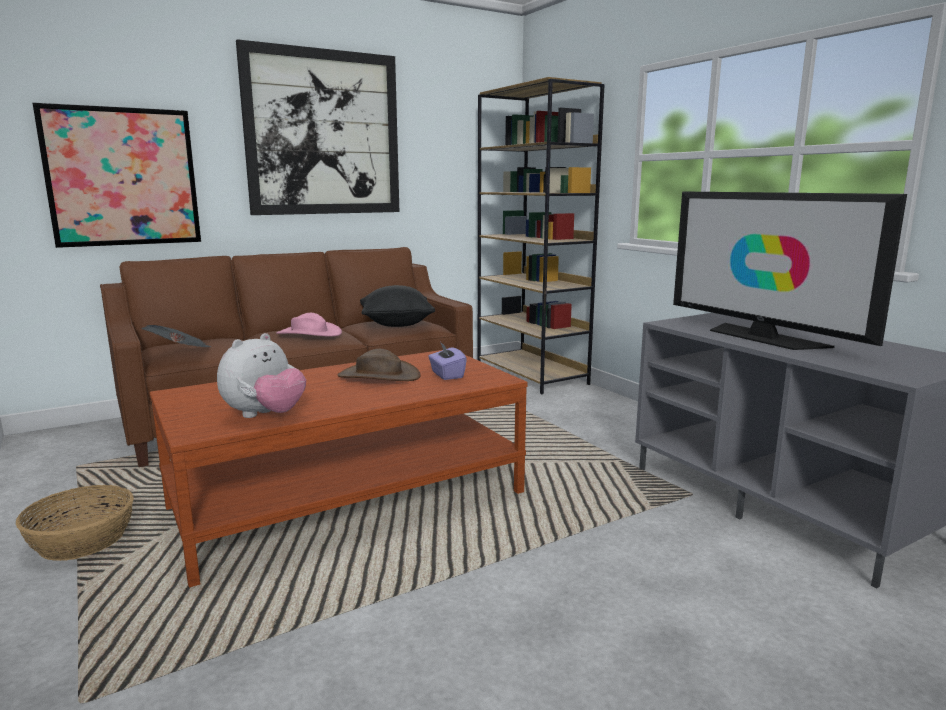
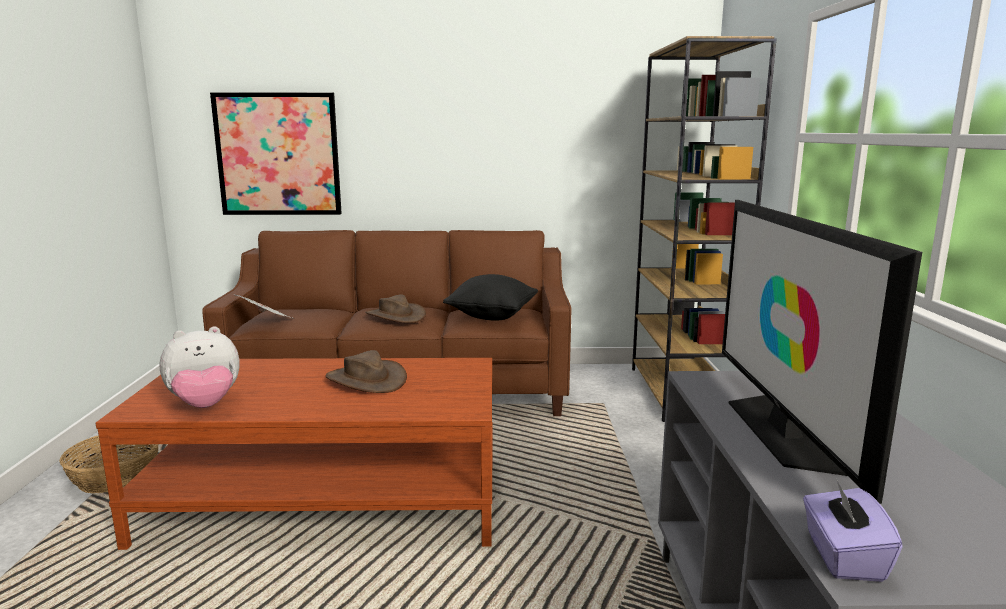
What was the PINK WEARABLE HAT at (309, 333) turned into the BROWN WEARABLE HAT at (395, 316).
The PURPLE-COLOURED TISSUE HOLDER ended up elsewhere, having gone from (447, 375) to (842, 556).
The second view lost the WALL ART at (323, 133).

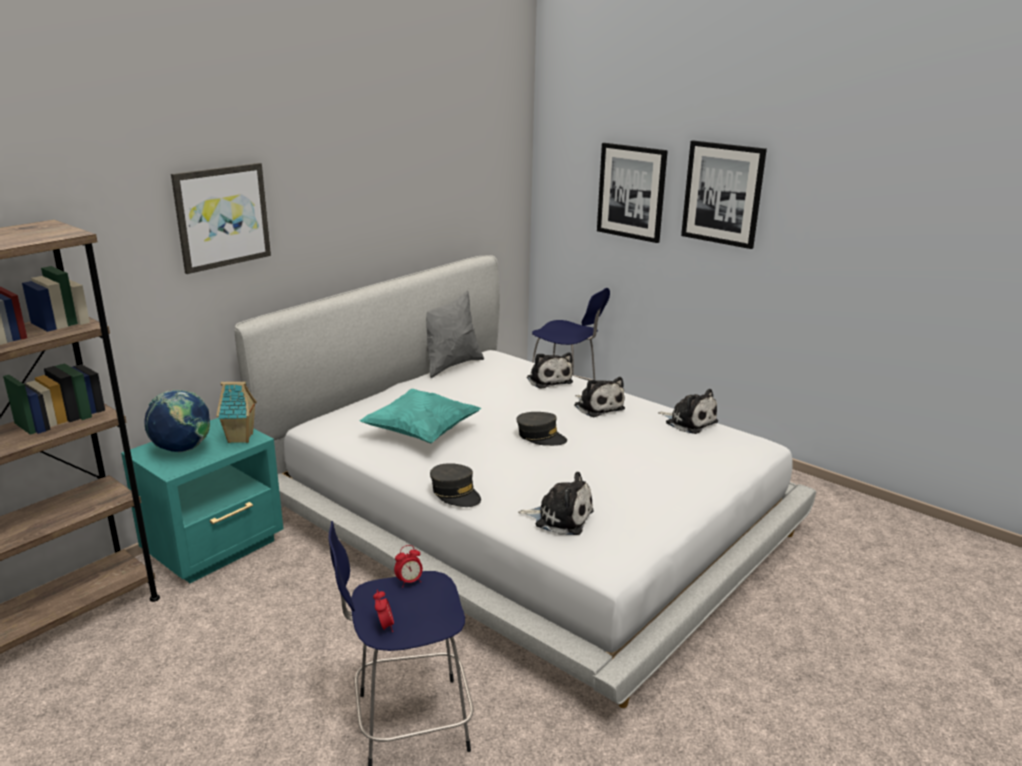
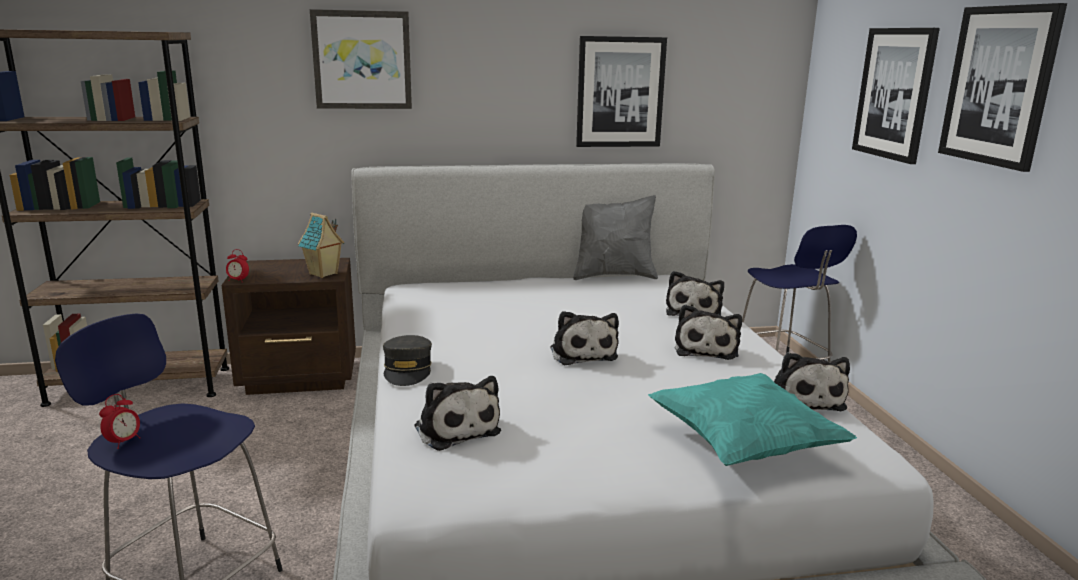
What was the TURQUOISE NIGHT TABLE at (216, 548) turned into the BROWN NIGHT TABLE at (301, 378).
The BEDSIDE CLOCK ended up elsewhere, having gone from (409, 581) to (238, 280).
Where the GRAY CAP stood at (540, 436), the CUDDLY TOY came to stand at (582, 353).
The second view gained the WALL ART at (620, 92).
The TURQUOISE CUSHION ended up elsewhere, having gone from (421, 433) to (743, 446).
The second view lost the GLOBE at (182, 449).

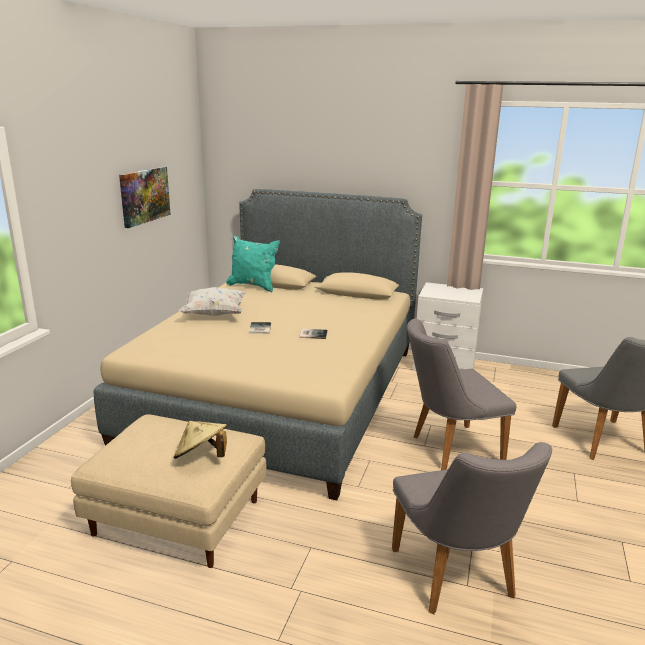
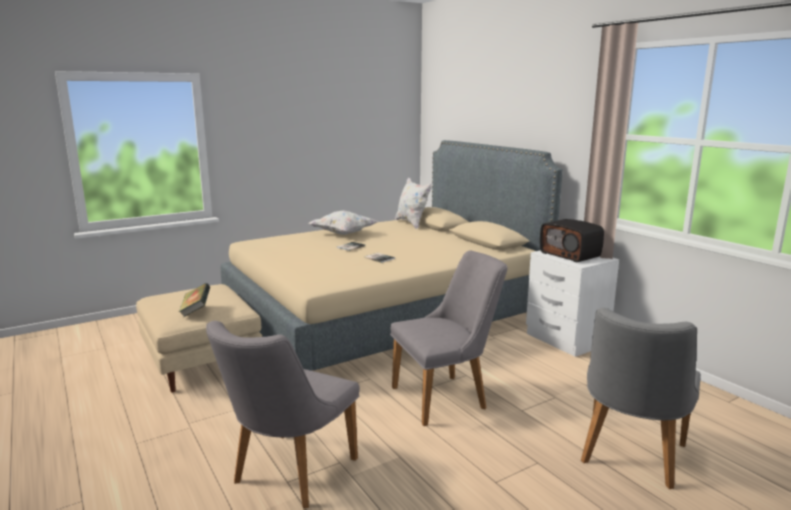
Where the BEIGE-COLOURED WEARABLE HAT stood at (202, 457), the VOLUME came to stand at (196, 310).
The GRAY PLAIN CHAIR at (448, 449) ended up facing another way, 135 degrees clockwise from before.
What was the TURQUOISE CUSHION at (253, 286) turned into the WHITE-COLOURED CUSHION at (412, 223).
The second view gained the RADIO at (570, 254).
The second view lost the WALL ART at (144, 195).

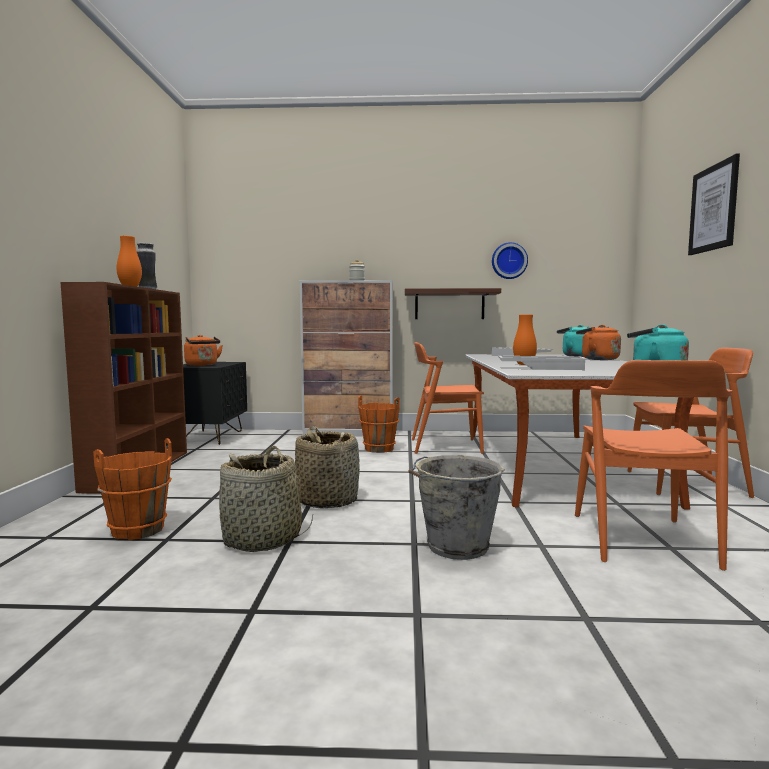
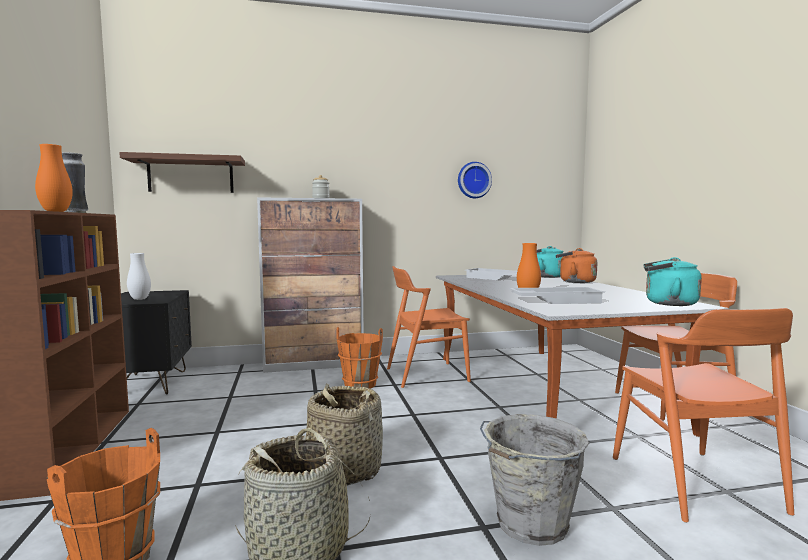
The BRACKET SHELF ended up elsewhere, having gone from (449, 304) to (191, 175).
Where the ORANGE-COLOURED TEA KETTLE stood at (202, 365), the WHITE-COLOURED FLOWER VASE came to stand at (140, 299).
The second view lost the WALL ART at (713, 208).

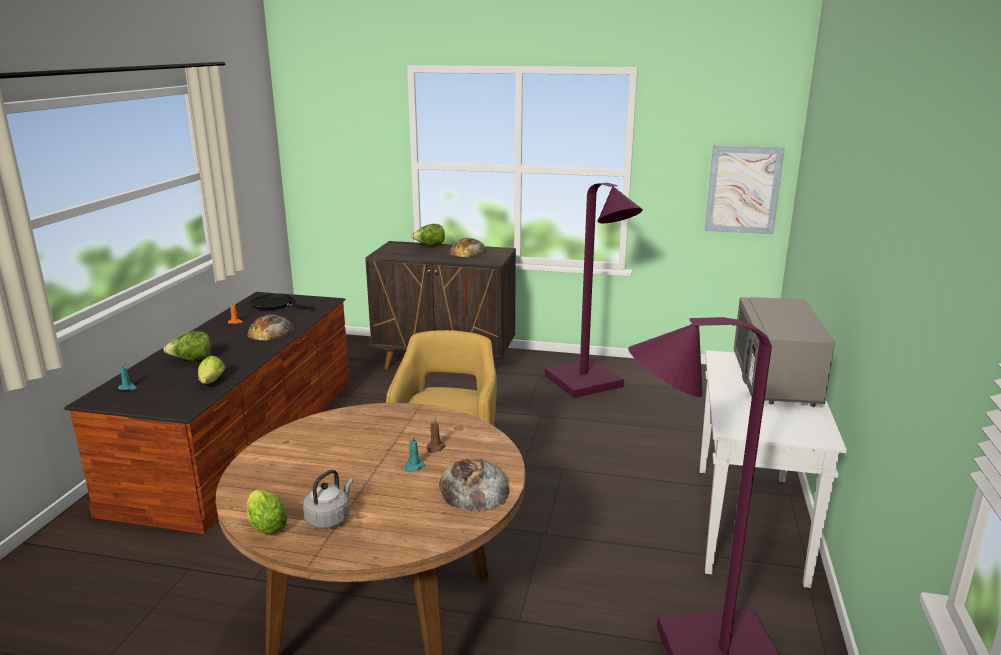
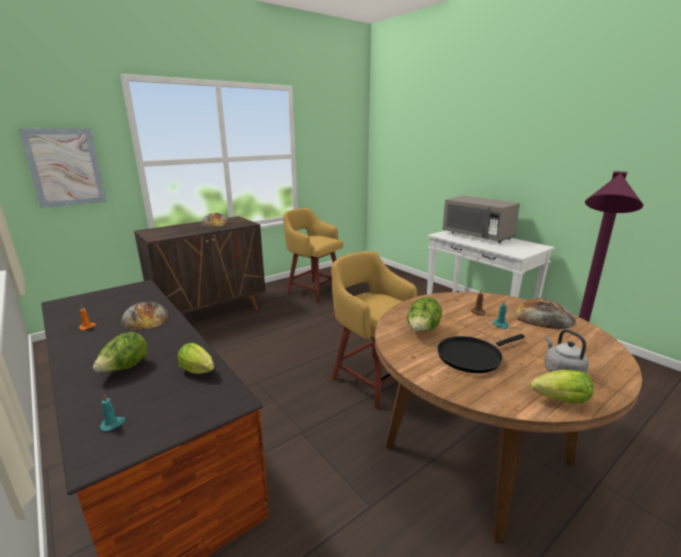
The WALL ART ended up elsewhere, having gone from (743, 190) to (65, 167).
Where the PURPLE-COLOURED FLOOR LAMP stood at (589, 385), the YELLOW-COLOURED STOOL came to stand at (314, 291).
The HEAD OF LETTUCE ended up elsewhere, having gone from (430, 246) to (422, 331).
The BLACK-COLOURED SKILLET ended up elsewhere, having gone from (275, 305) to (472, 356).

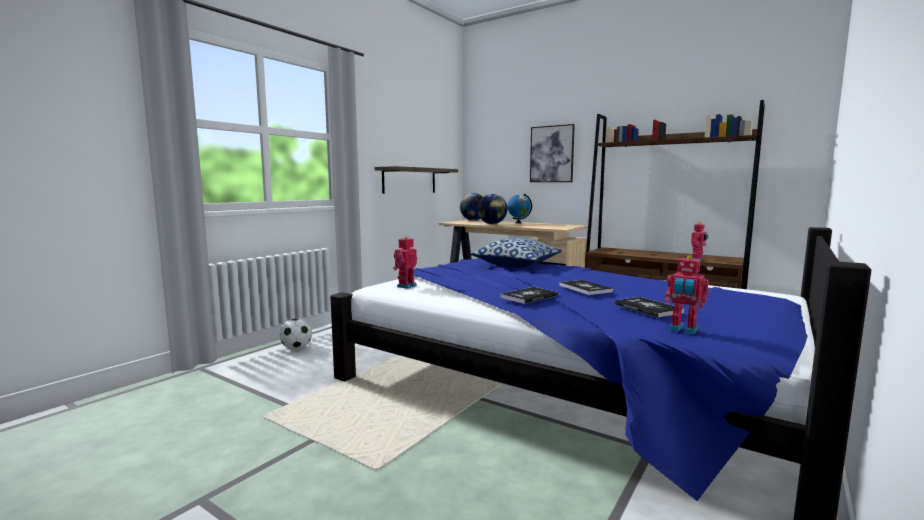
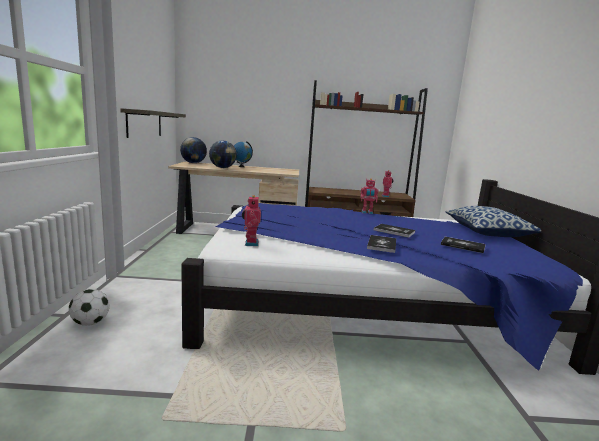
The MODEL ROBOT ended up elsewhere, having gone from (683, 330) to (367, 212).
The CUSHION ended up elsewhere, having gone from (516, 265) to (488, 232).
The second view lost the WALL ART at (552, 154).

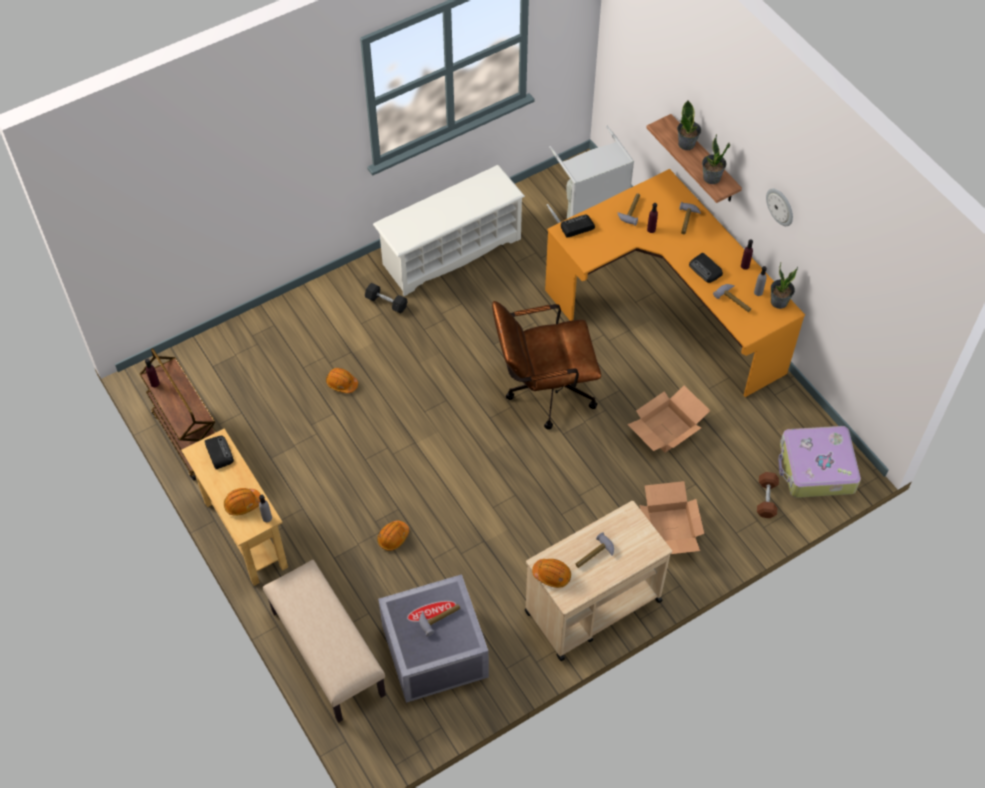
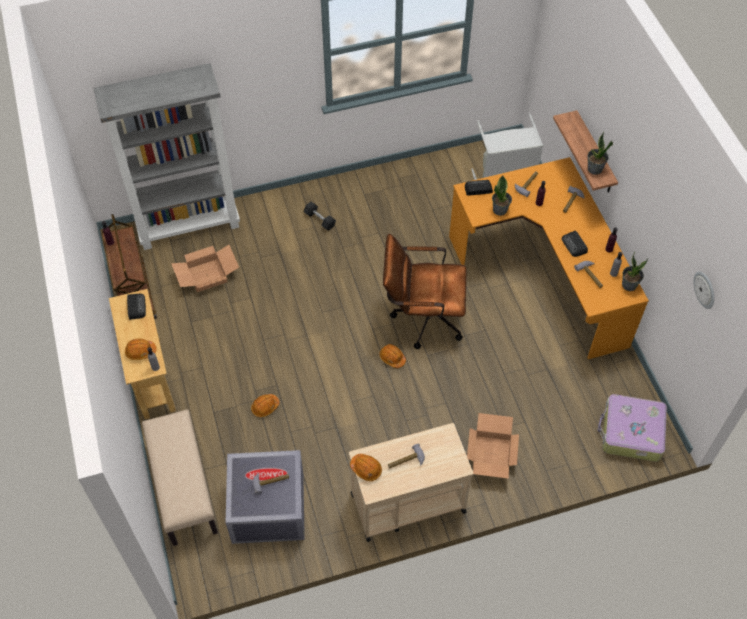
The second view gained the GRAY BOOKSHELF at (189, 225).
The PACKING BOX ended up elsewhere, having gone from (666, 430) to (207, 276).
The ORANGE-COLOURED HARD HAT ended up elsewhere, having gone from (341, 383) to (392, 358).
The POTTED PLANT ended up elsewhere, having gone from (687, 144) to (500, 210).
The HANGING CLOCK ended up elsewhere, having gone from (780, 206) to (705, 289).
The second view lost the WHITE-COLOURED SHOE STAND at (451, 251).
The second view lost the BROWN FREE WEIGHT at (766, 499).

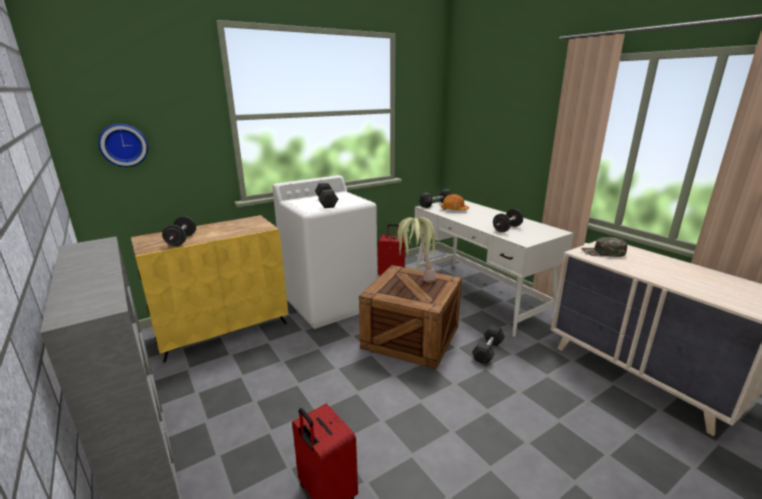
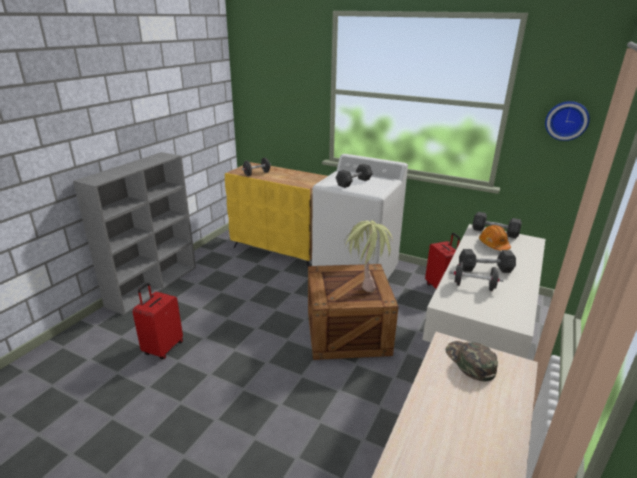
The GRAY FREE WEIGHT ended up elsewhere, having gone from (488, 351) to (485, 269).
The HANGING CLOCK ended up elsewhere, having gone from (123, 145) to (566, 120).

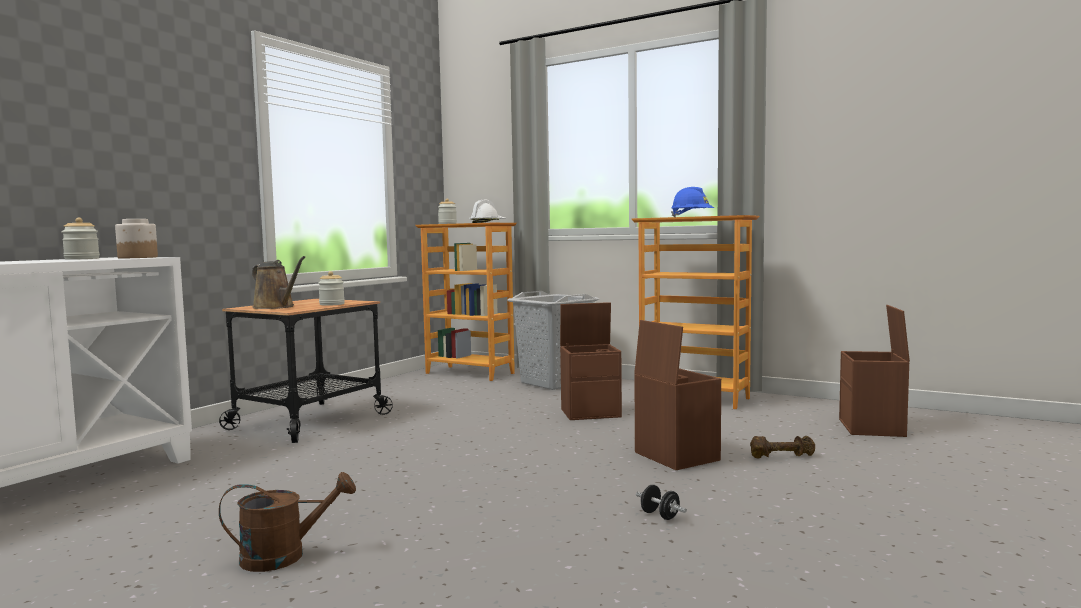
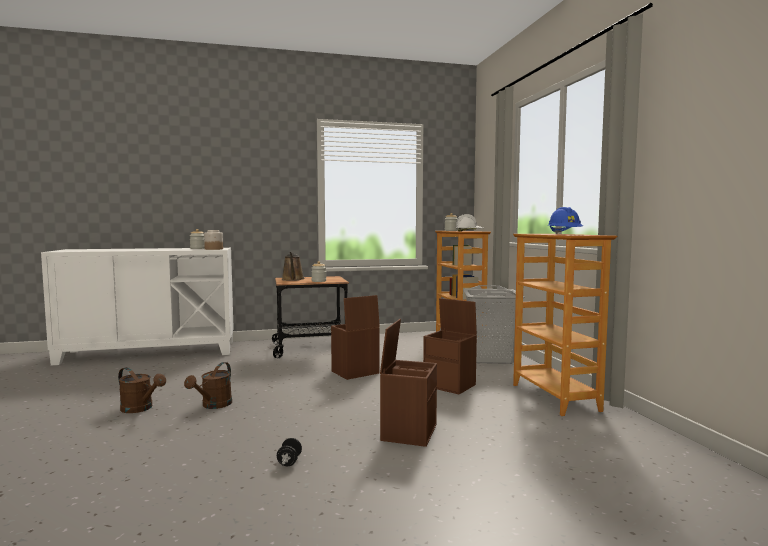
The second view gained the BROWN WATERING CAN at (213, 405).
The BROWN STORAGE CONTAINER ended up elsewhere, having gone from (873, 428) to (354, 372).
The second view lost the BROWN FREE WEIGHT at (781, 456).

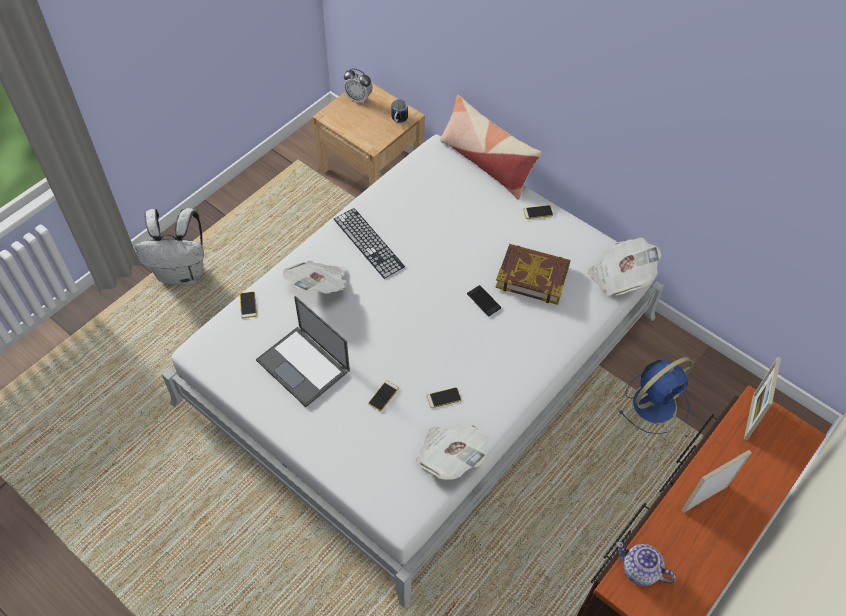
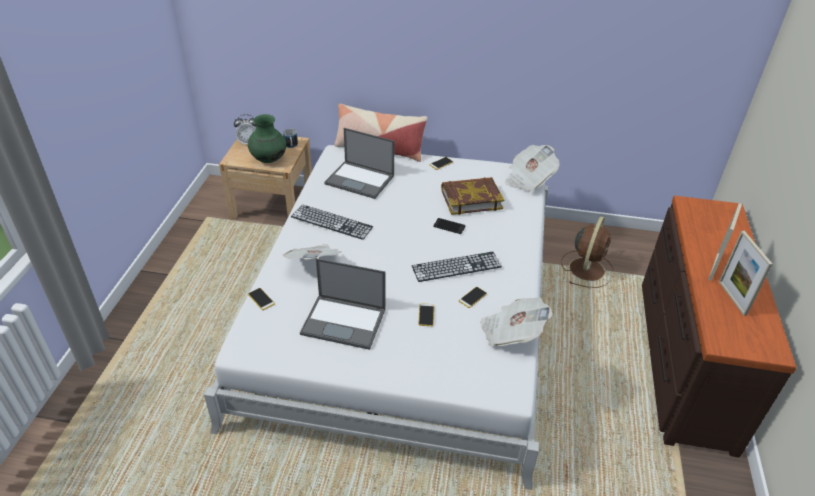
The second view gained the GREEN-COLOURED FLOWER VASE at (268, 159).
The second view gained the LAPTOP at (360, 180).
The second view gained the COMPUTER KEYBOARD at (456, 266).
What was the BLUE FAN at (655, 403) turned into the BROWN FAN at (587, 268).
The STANDING FRAME ended up elsewhere, having gone from (750, 417) to (732, 298).
The second view lost the WHITE-COLOURED RUCKSACK at (182, 273).
The second view lost the TEA POT at (640, 570).

